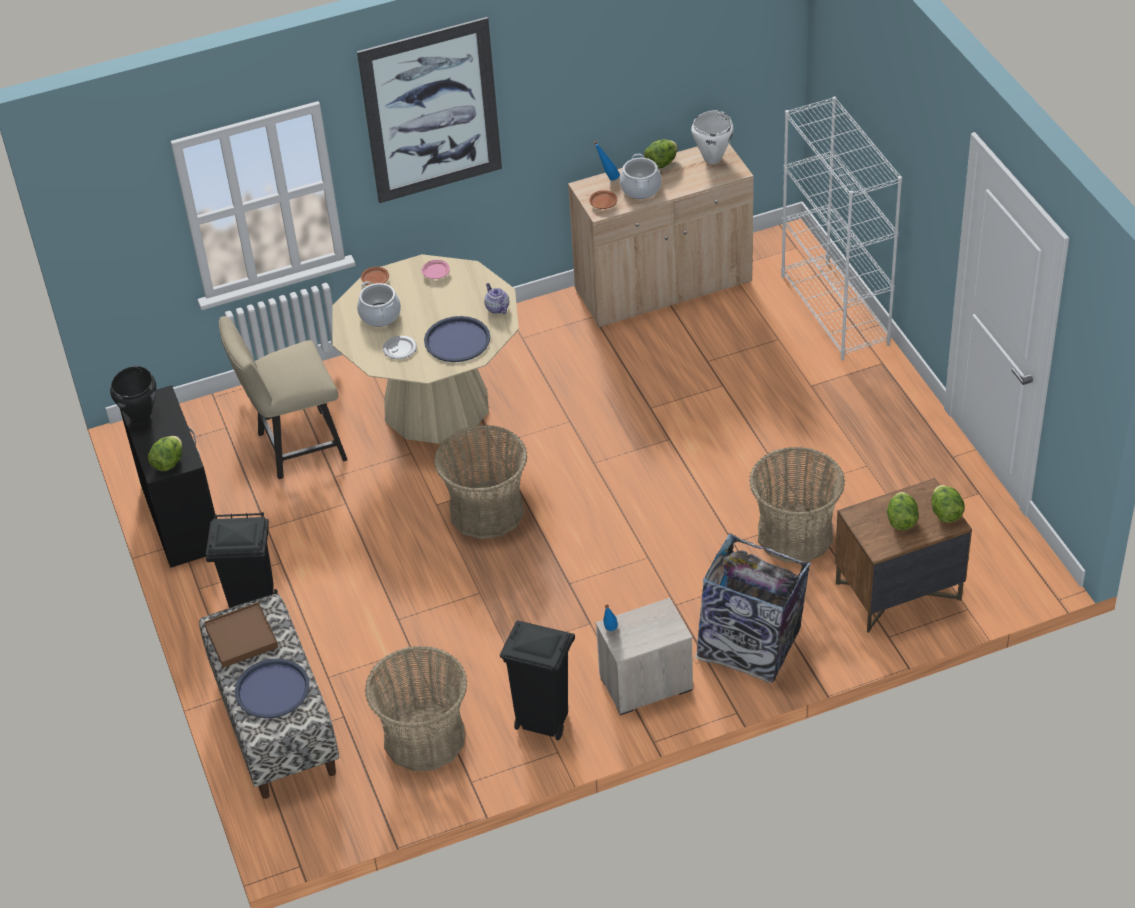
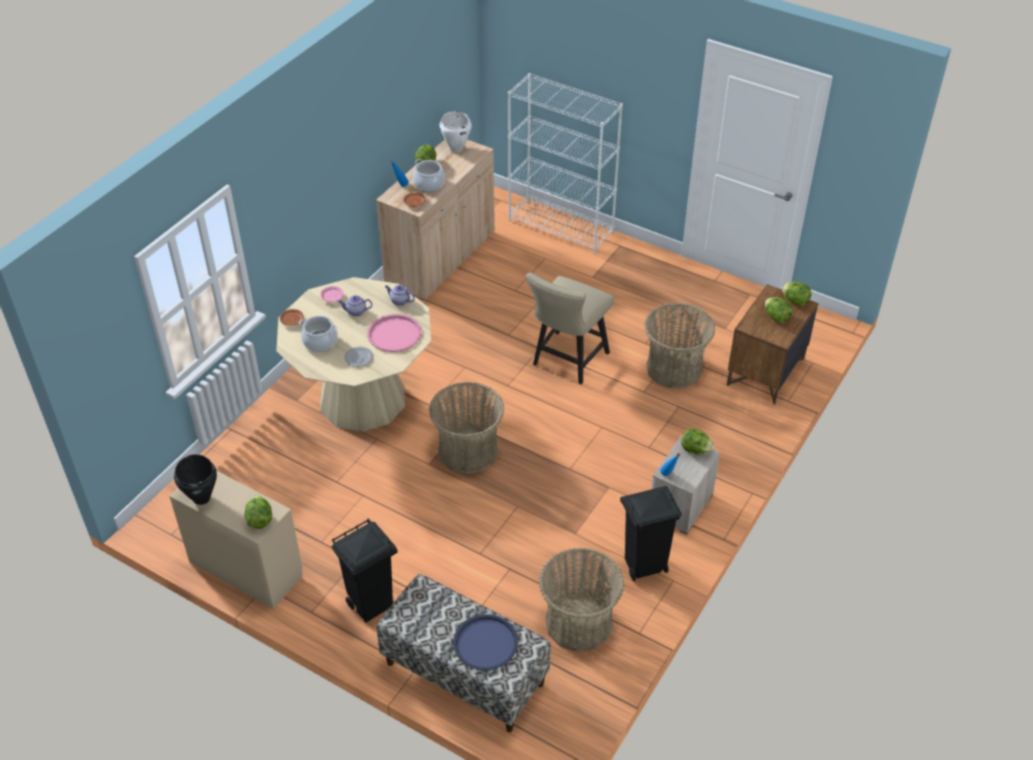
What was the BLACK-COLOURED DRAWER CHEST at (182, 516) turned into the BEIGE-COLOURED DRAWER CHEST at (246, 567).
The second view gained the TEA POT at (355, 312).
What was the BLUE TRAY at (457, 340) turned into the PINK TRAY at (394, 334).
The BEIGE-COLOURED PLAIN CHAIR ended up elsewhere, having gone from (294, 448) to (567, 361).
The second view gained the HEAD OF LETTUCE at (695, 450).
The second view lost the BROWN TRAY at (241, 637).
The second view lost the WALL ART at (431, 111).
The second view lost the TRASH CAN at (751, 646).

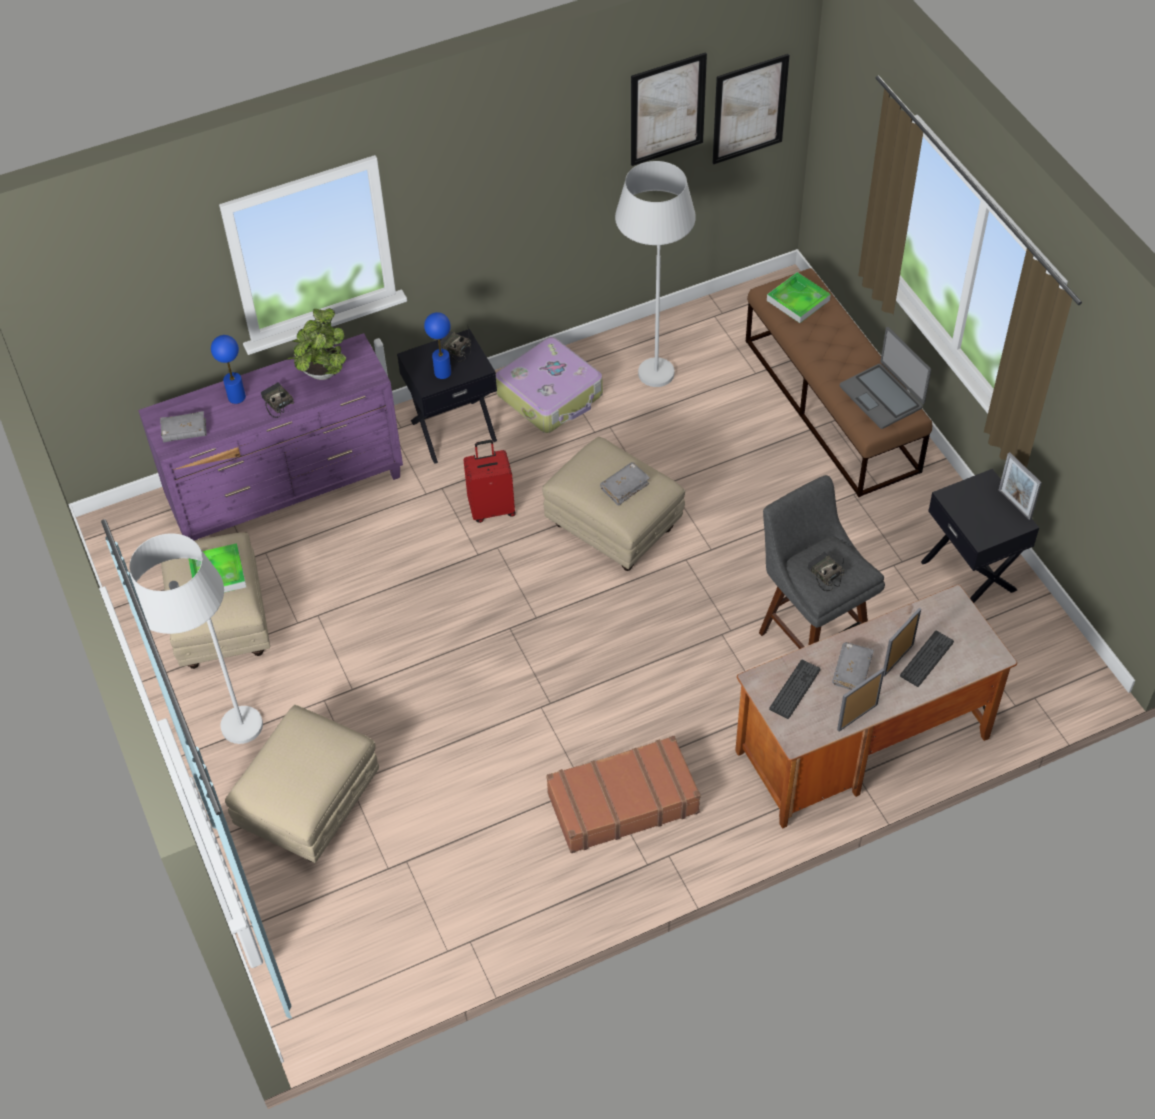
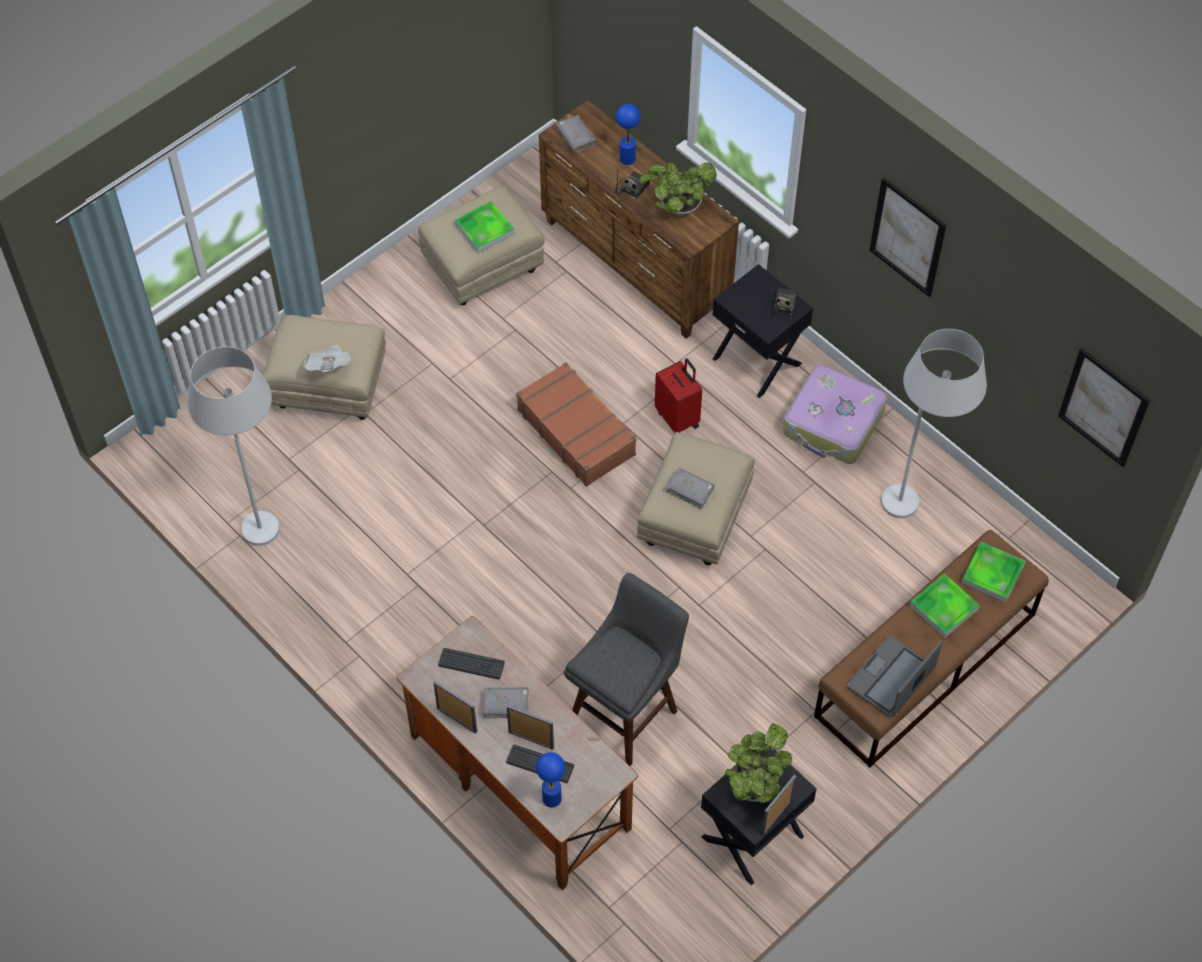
The WHITE-COLOURED FLOOR LAMP ended up elsewhere, having gone from (219, 723) to (258, 511).
The second view gained the PRINTED PAPER at (329, 366).
The BROWN SUITCASE ended up elsewhere, having gone from (622, 802) to (576, 431).
The BLUE TABLE LAMP ended up elsewhere, having gone from (443, 372) to (552, 798).
What was the PURPLE-COLOURED DRAWER CHEST at (288, 493) turned into the BROWN DRAWER CHEST at (635, 264).
The second view gained the POTTED PLANT at (754, 783).
The WALL ART ended up elsewhere, having gone from (667, 109) to (907, 237).
The second view gained the TRAY at (943, 607).
The second view lost the RADIO at (824, 574).

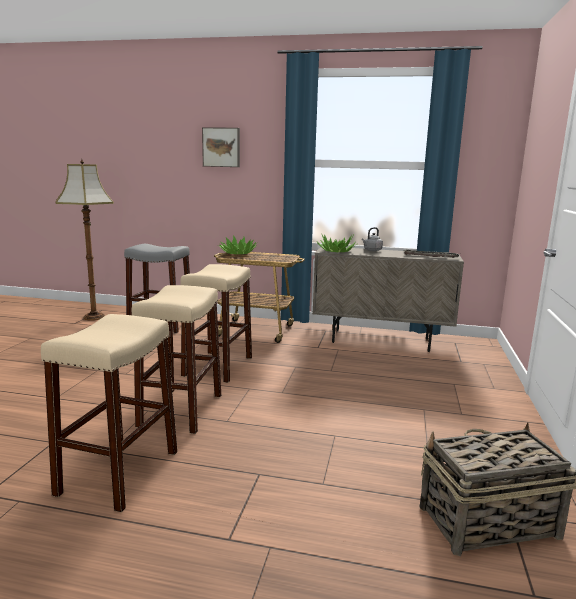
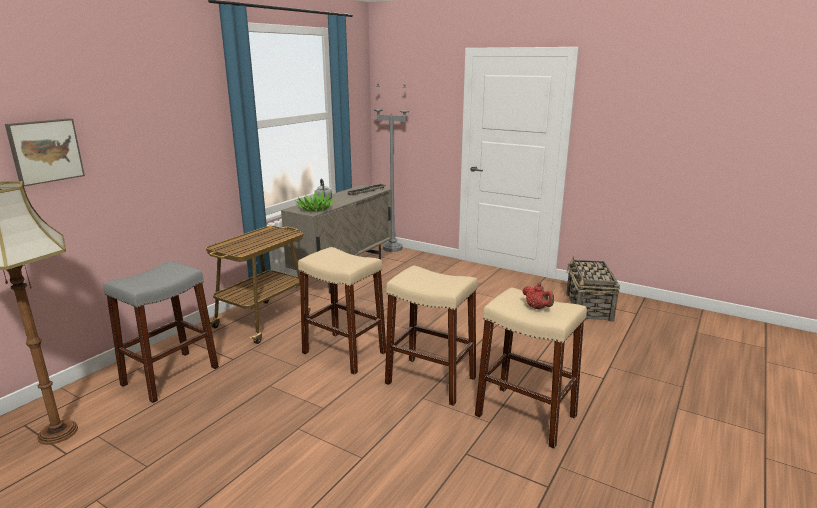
The WALL ART ended up elsewhere, having gone from (221, 147) to (45, 151).
The second view gained the GRAY FLOOR LAMP at (392, 248).
The second view gained the REDDISH TEA POT at (537, 308).
The second view lost the POTTED PLANT at (238, 253).

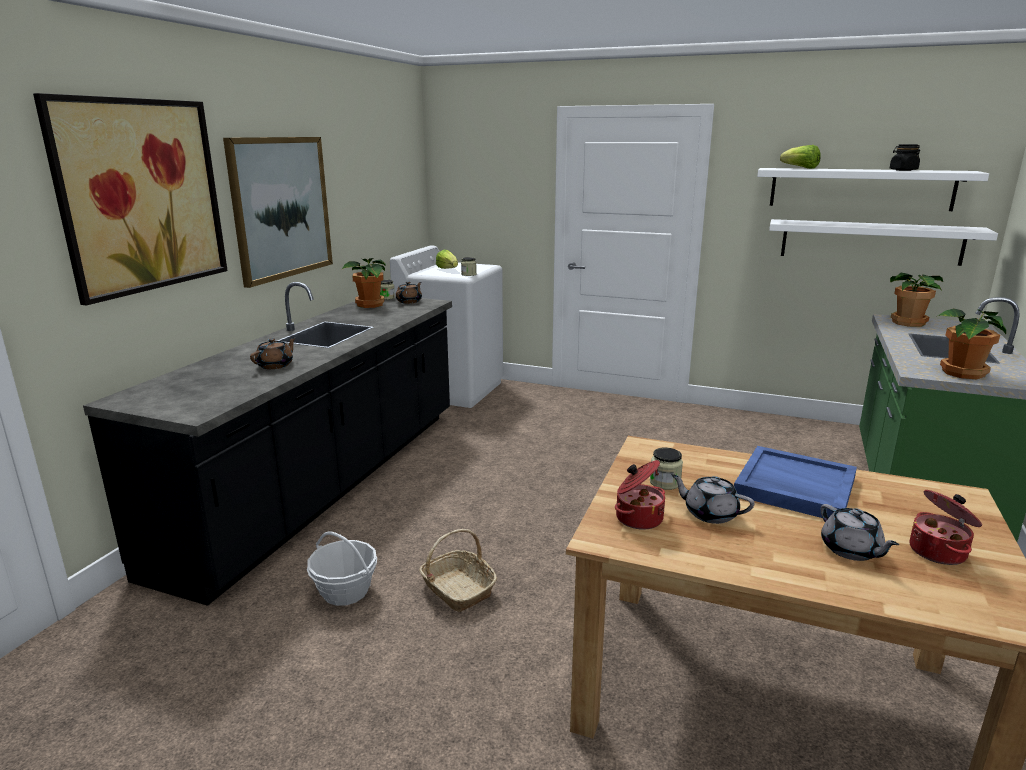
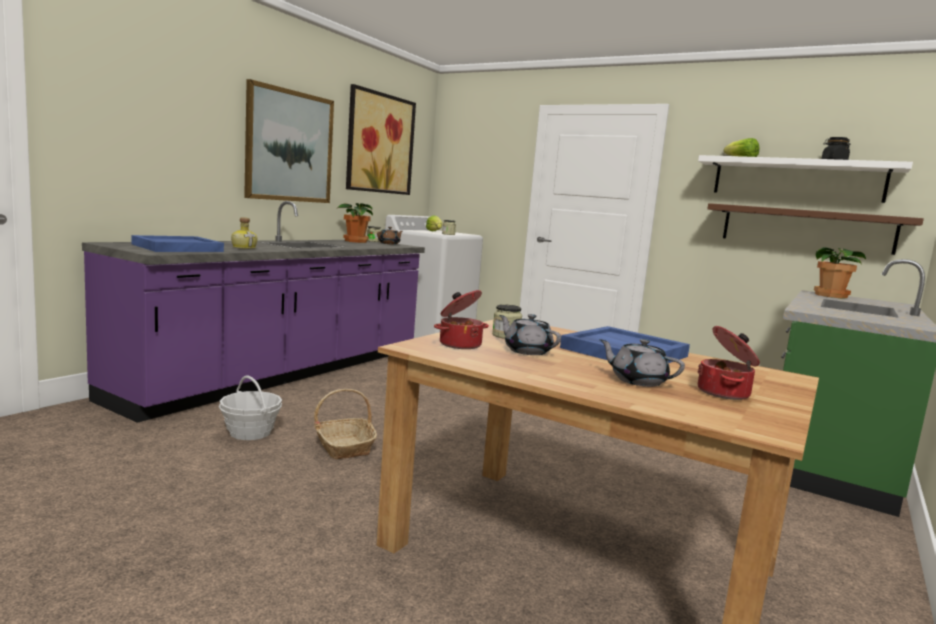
What was the BLACK-COLOURED KITCHEN COUNTER at (326, 484) turned into the PURPLE-COLOURED KITCHEN COUNTER at (283, 373).
The second view gained the BLUE TRAY at (177, 248).
Where the BROWN TEA POT stood at (276, 365), the DRINK BOTTLE came to stand at (244, 248).
The WALL ART ended up elsewhere, having gone from (141, 196) to (380, 143).
The GRAY TEA POT at (851, 550) ended up facing another way, 135 degrees clockwise from before.
What was the WHITE-COLOURED BRACKET SHELF at (870, 241) turned into the BROWN BRACKET SHELF at (806, 228).
The second view lost the POTTED PLANT at (961, 373).

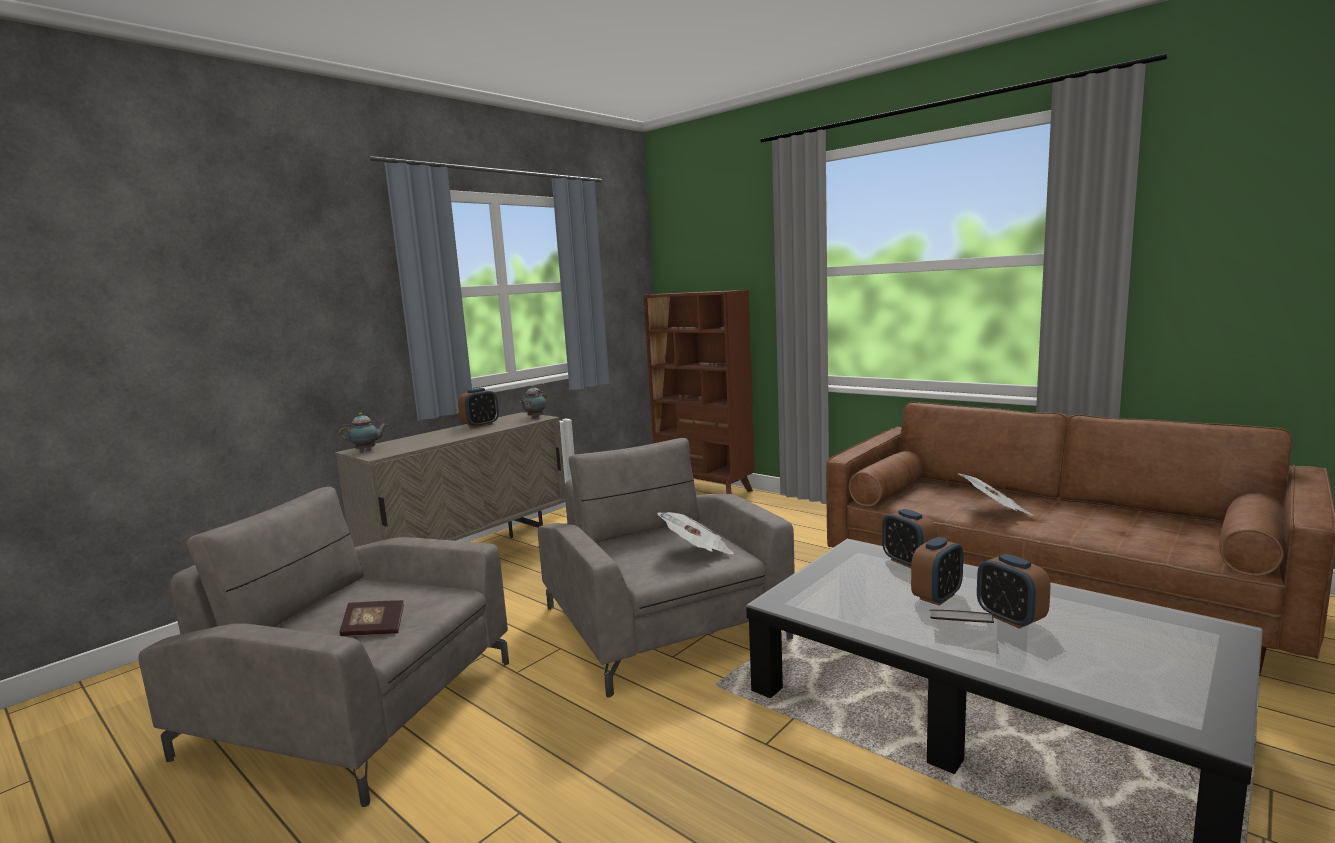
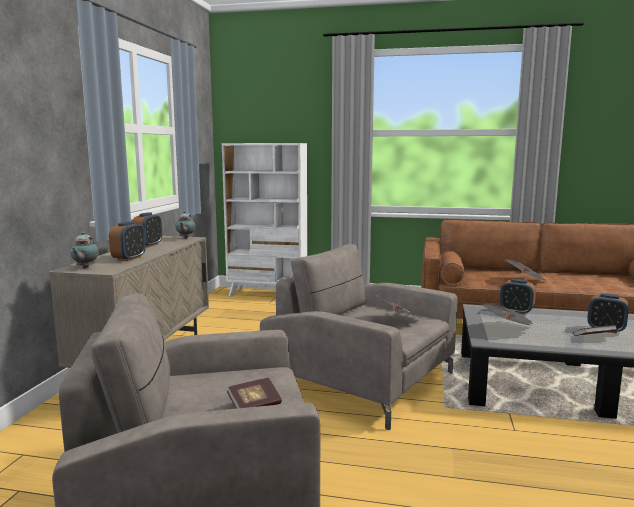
The TEA POT at (367, 450) ended up facing another way, 150 degrees clockwise from before.
The BEDSIDE CLOCK ended up elsewhere, having gone from (937, 597) to (129, 258).
What was the BROWN BOOKSHELF at (704, 489) turned into the WHITE-COLOURED BOOKSHELF at (267, 294).
The second view gained the PRINTED PAPER at (508, 328).

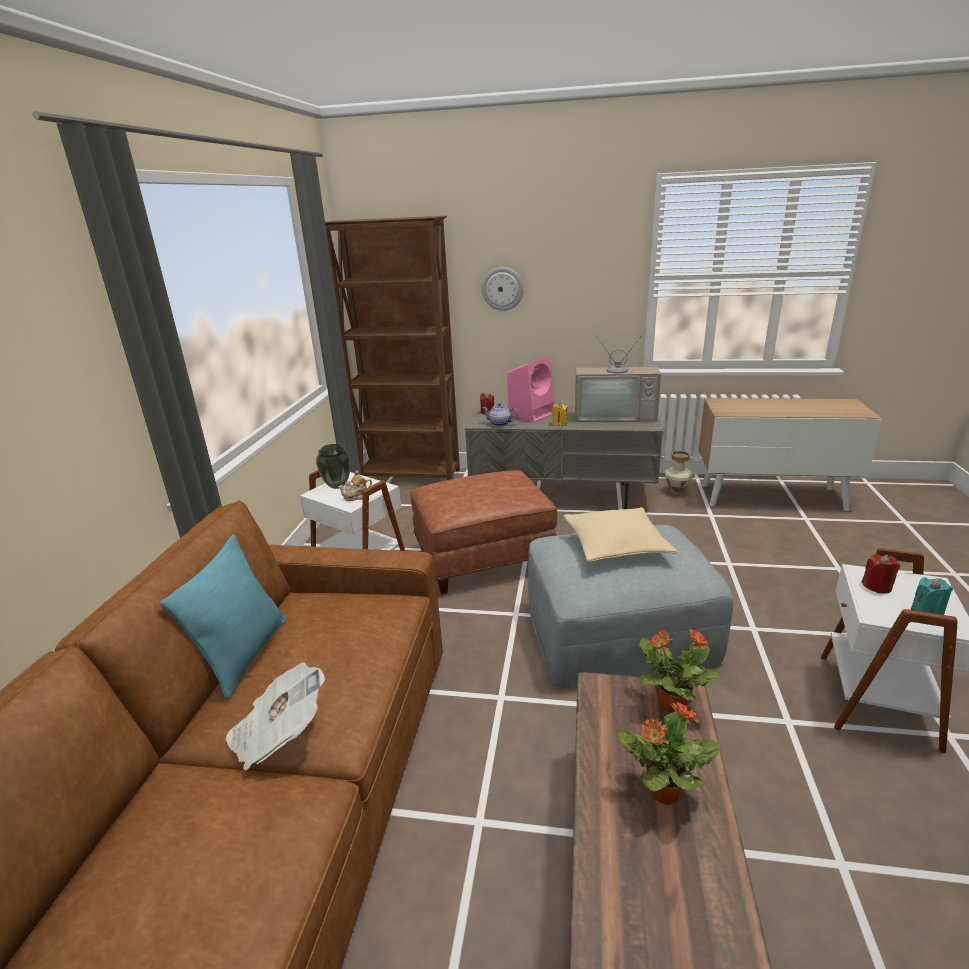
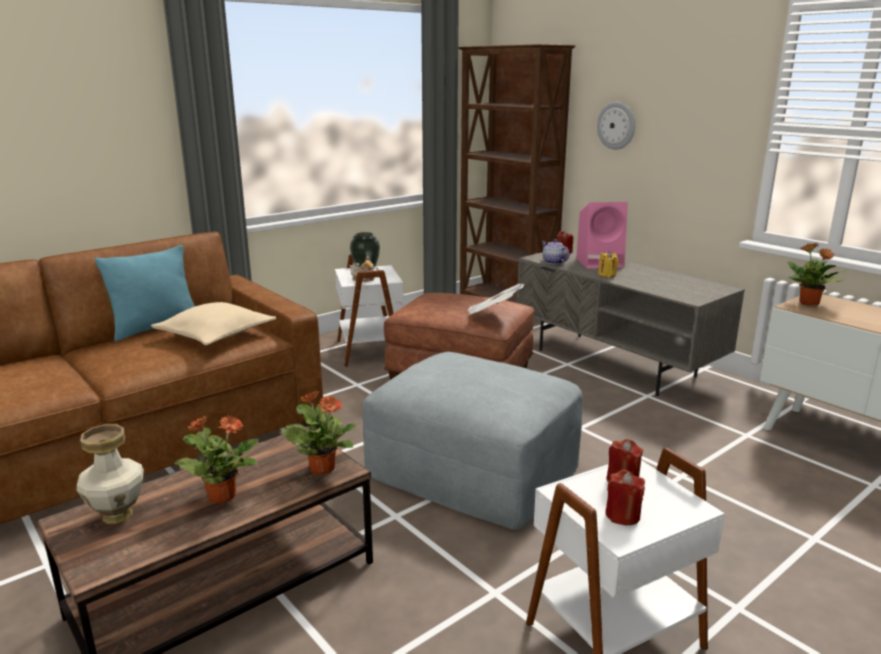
The FLOWER VASE ended up elsewhere, having gone from (676, 492) to (116, 515).
The BEIGE-COLOURED CUSHION ended up elsewhere, having gone from (616, 545) to (216, 335).
The PRINTED PAPER ended up elsewhere, having gone from (279, 734) to (493, 314).
What was the TURQUOISE WAX LIGHT at (927, 611) turned into the REDDISH WAX LIGHT at (622, 515).
The second view gained the POTTED PLANT at (809, 303).
The second view lost the TV SET at (615, 415).

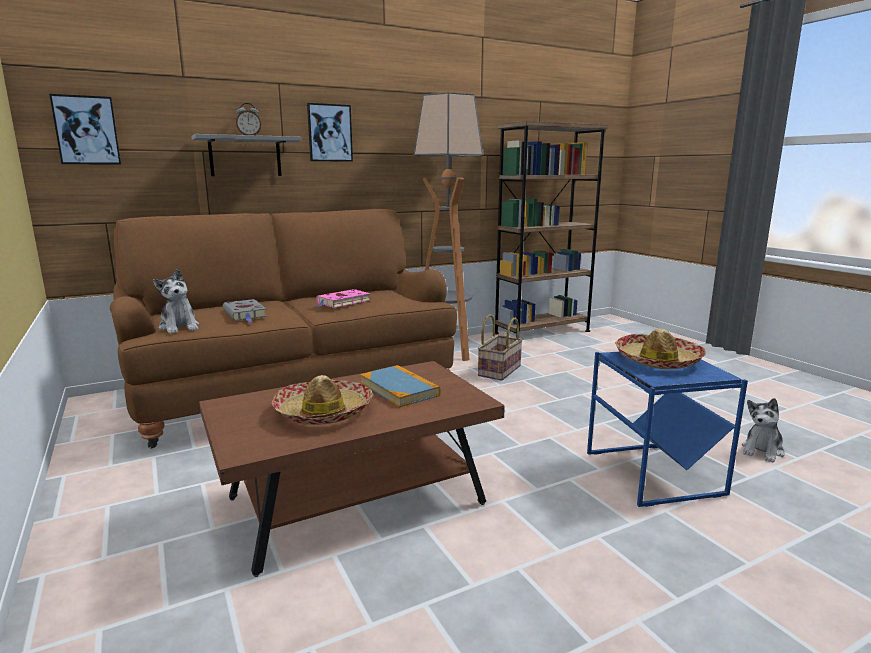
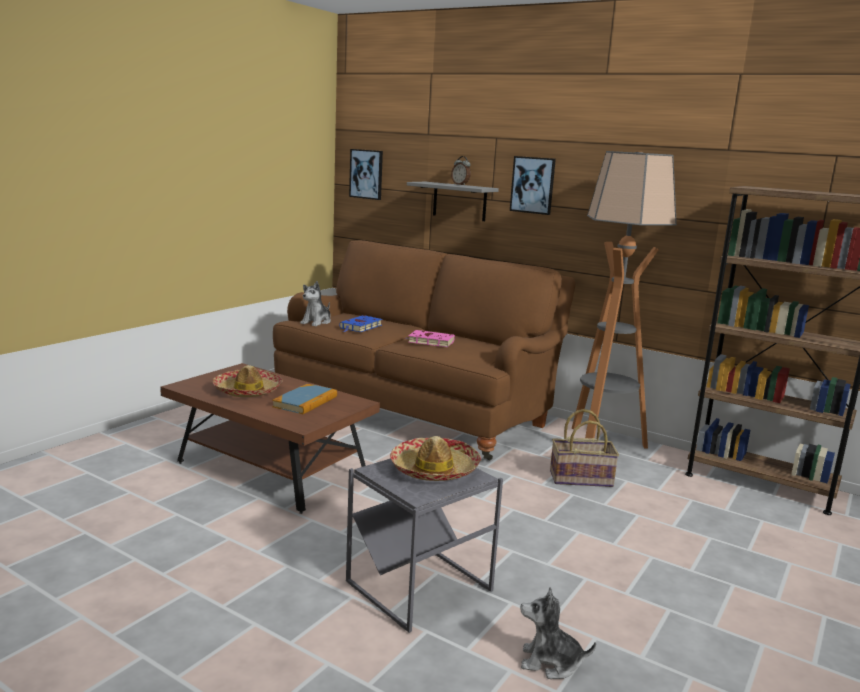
What was the GRAY VOLUME at (245, 314) turned into the BLUE VOLUME at (360, 327).
What was the BLUE SIDE TABLE at (653, 474) turned into the GRAY SIDE TABLE at (417, 587).

